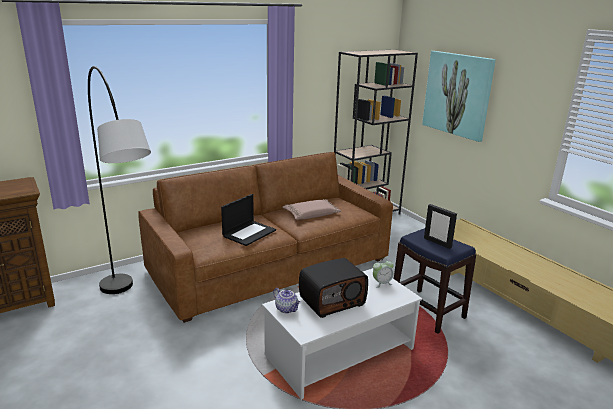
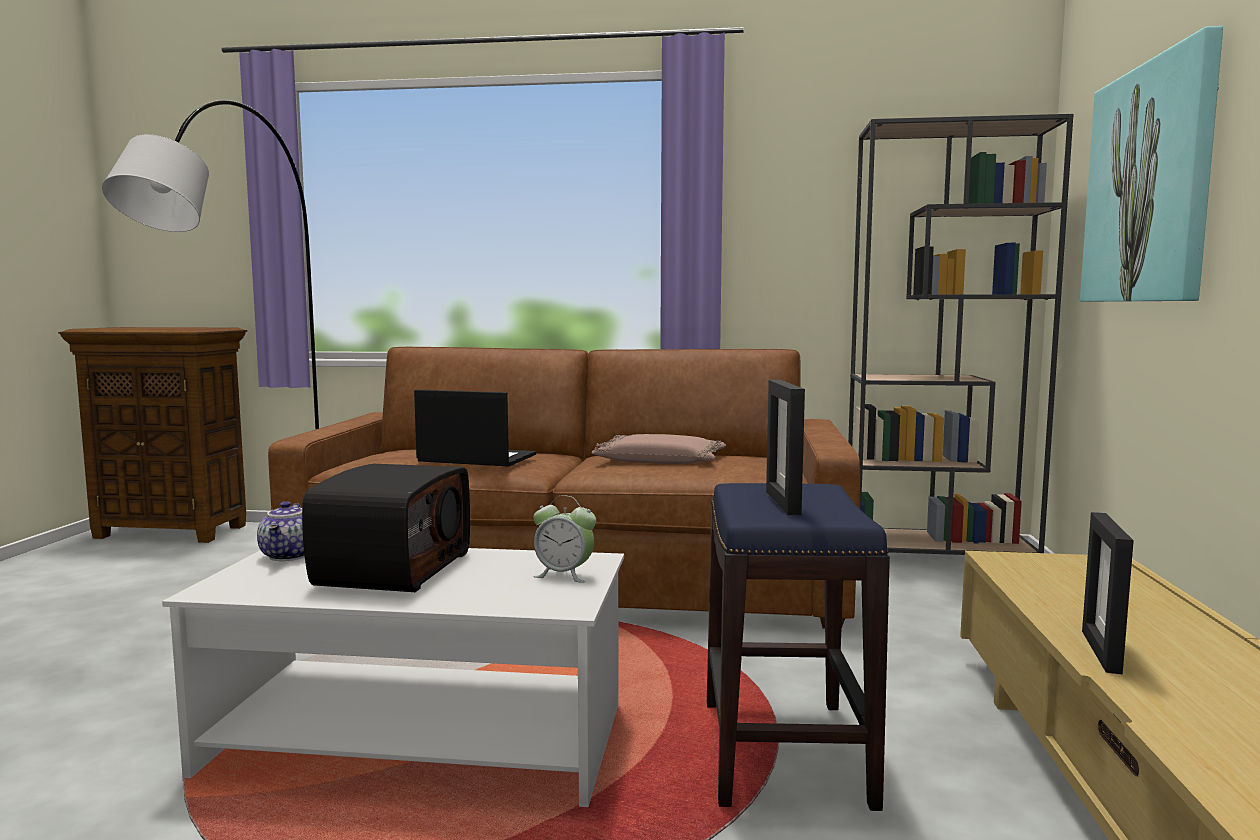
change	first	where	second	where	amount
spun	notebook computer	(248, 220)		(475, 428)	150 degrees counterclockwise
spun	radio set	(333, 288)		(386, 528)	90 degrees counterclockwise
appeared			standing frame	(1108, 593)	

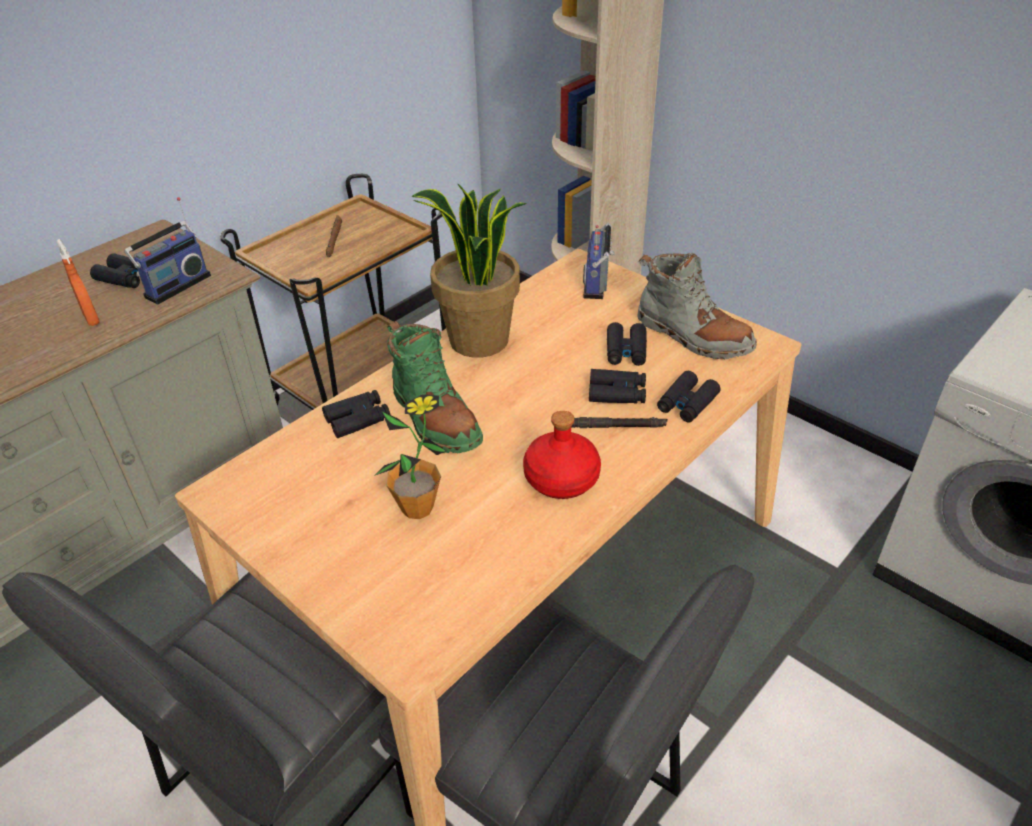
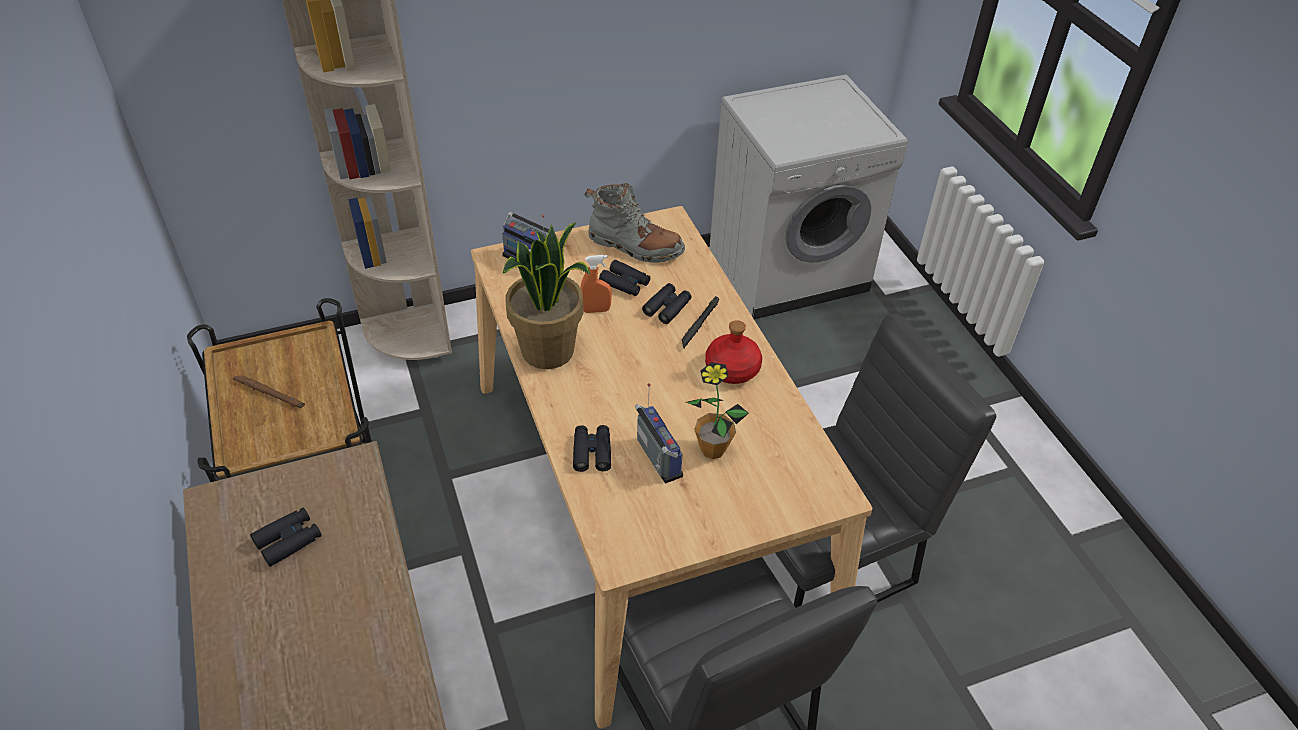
change	first	where	second	where	amount
relocated	radio set	(167, 251)		(659, 433)	
relocated	orangey spray bottle	(78, 282)		(596, 284)	
spun	gray high-top boot	(697, 305)		(634, 223)	45 degrees clockwise
missing	green-coloured high-top boot	(435, 387)			
missing	blackish binoculars	(688, 396)			

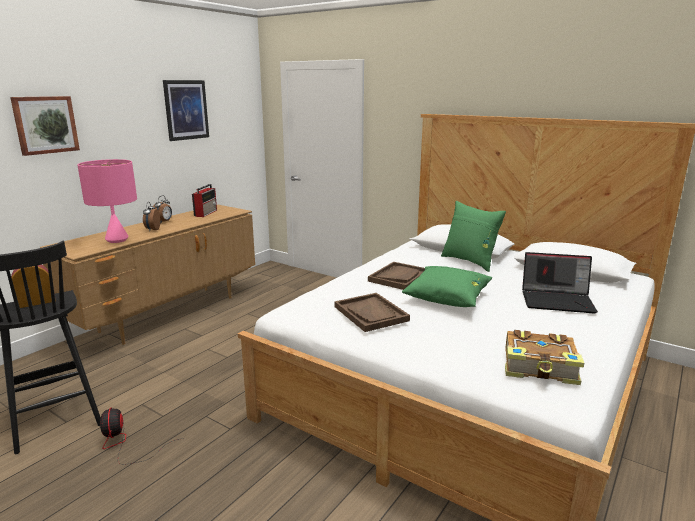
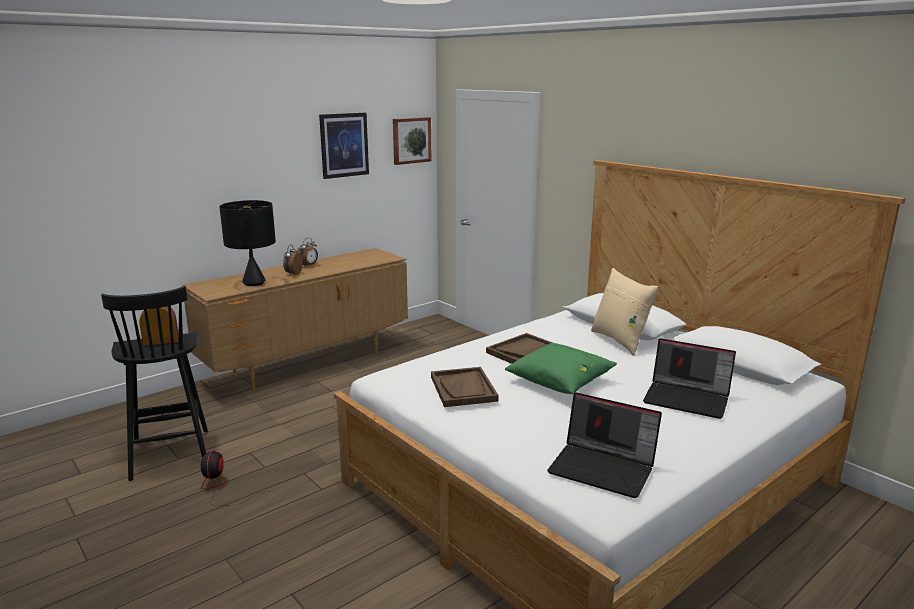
change	first	where	second	where	amount
relocated	wall picture	(45, 126)		(412, 141)	
colour	pink-coloured tabletop lamp	(107, 201)	blackish tabletop lamp	(247, 243)	
missing	radio set	(204, 200)			
colour	green-coloured cushion	(473, 236)	sand-coloured cushion	(625, 312)	
exchanged	bound book	(544, 357)	notebook computer	(604, 445)	

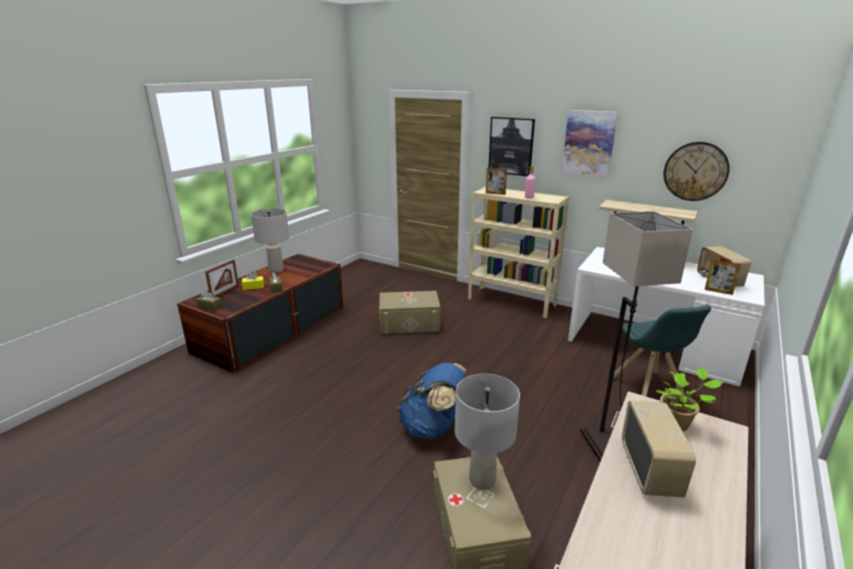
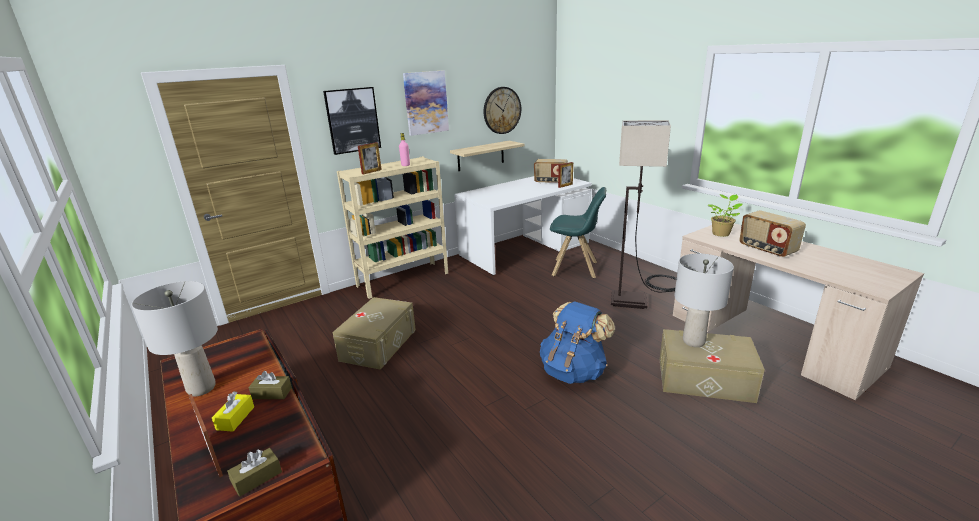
change	first	where	second	where	amount
spun	radio set	(659, 449)		(772, 233)	150 degrees counterclockwise

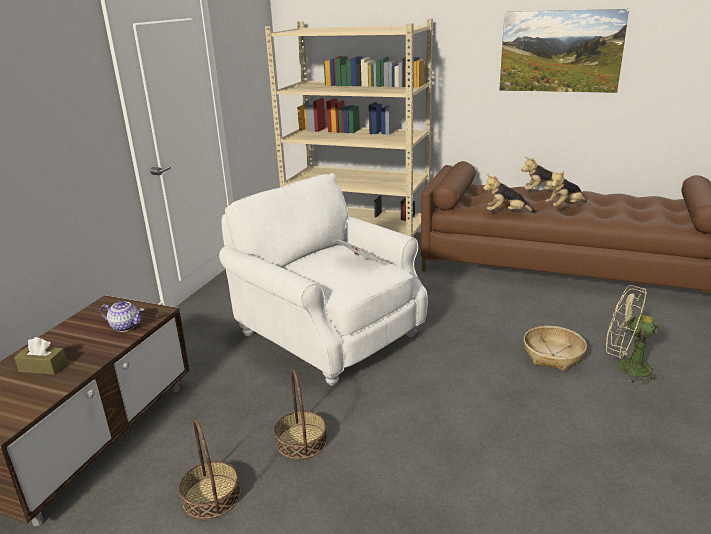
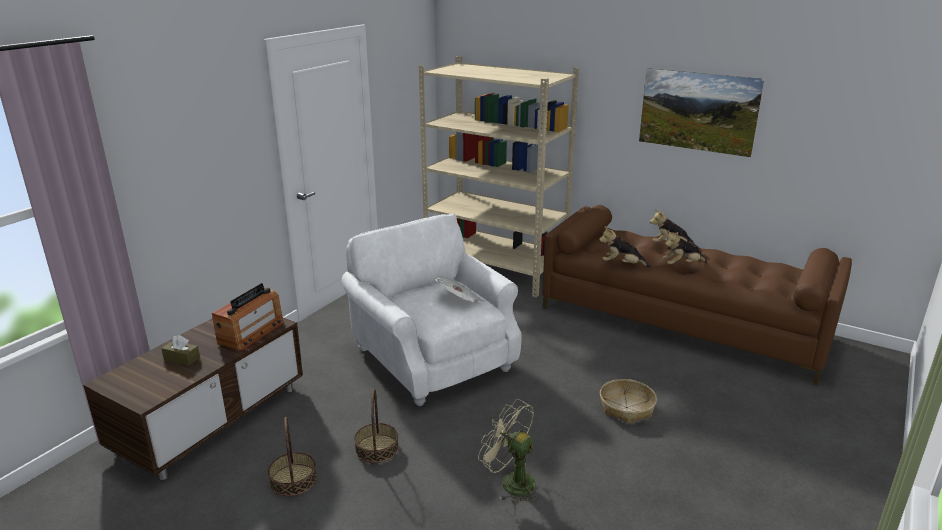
change	first	where	second	where	amount
relocated	sand-coloured cooling fan	(635, 334)		(508, 451)	
exchanged	tea pot	(122, 316)	radio set	(248, 317)	

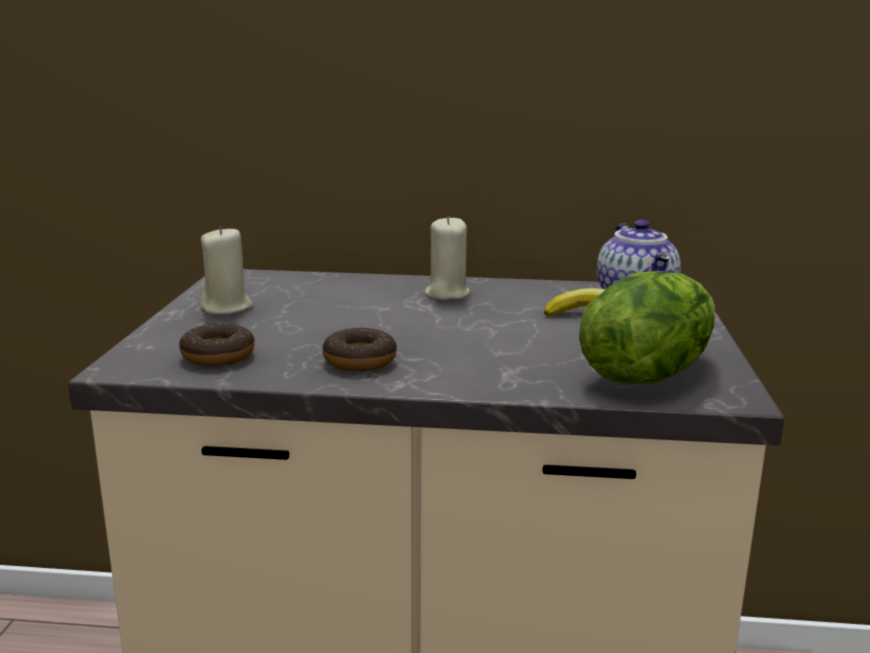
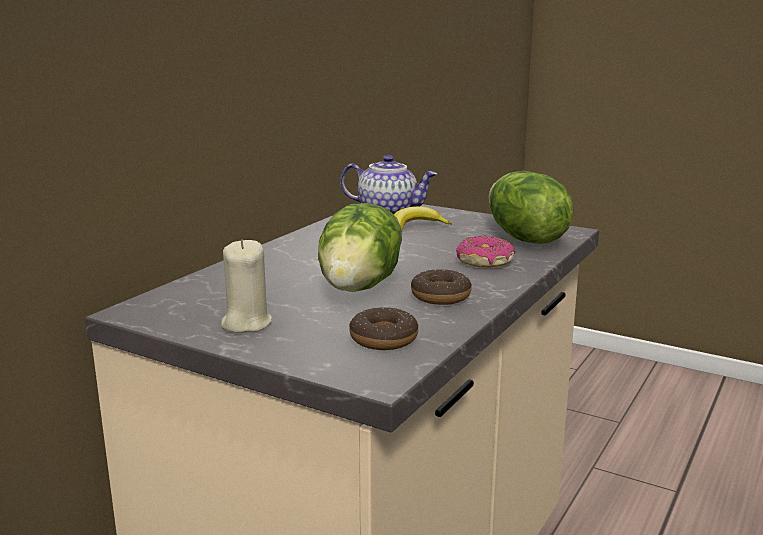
change	first	where	second	where	amount
missing	sand-coloured wax light	(447, 258)			
appeared			lettuce head	(360, 247)	
appeared			donut	(486, 252)	

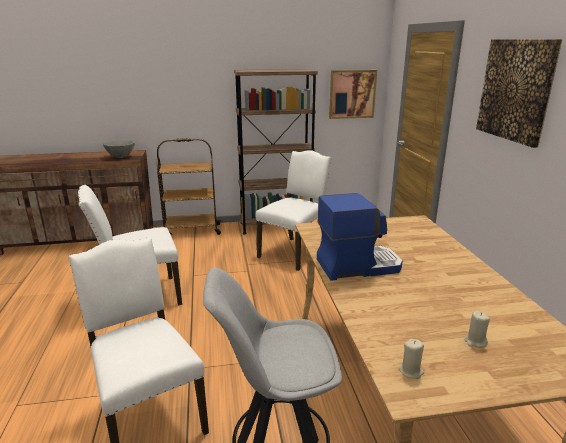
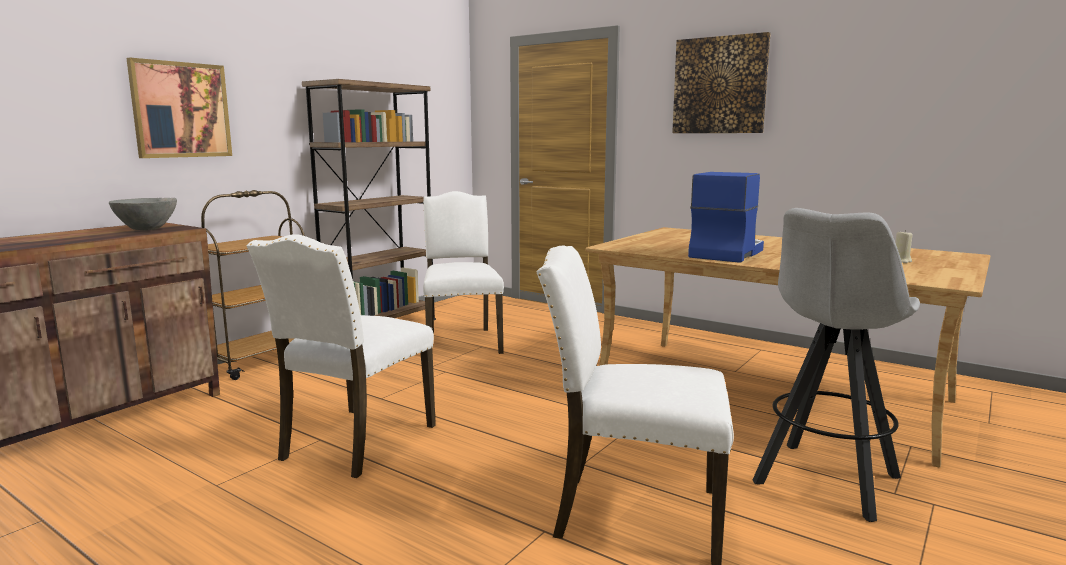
change	first	where	second	where	amount
relocated	wall picture	(353, 94)		(179, 108)	
missing	sand-coloured wax light	(411, 359)			

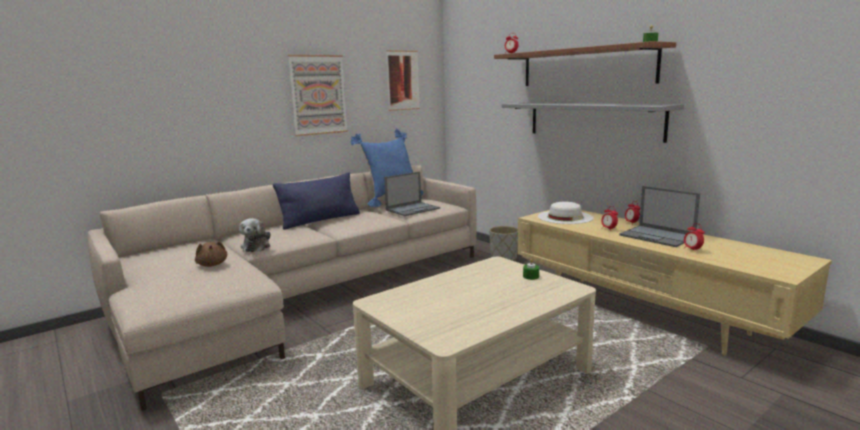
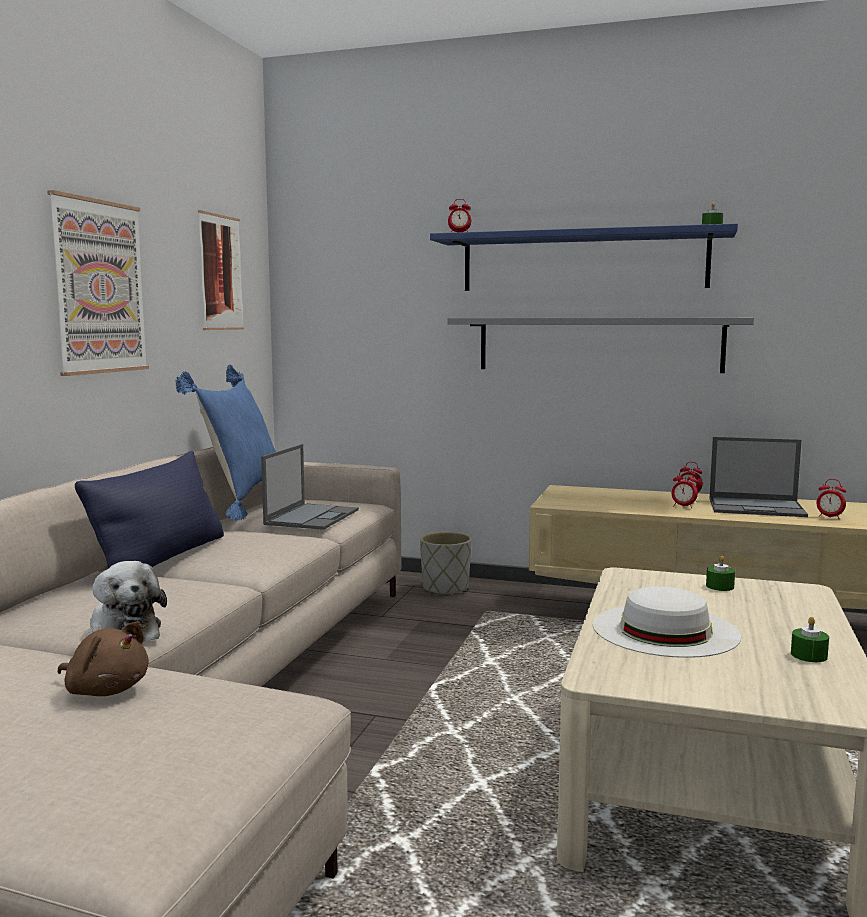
change	first	where	second	where	amount
colour	brown-coloured shelf	(585, 63)	bluish shelf	(584, 257)	
relocated	white wearable hat	(566, 212)		(667, 622)	
appeared			green-coloured wax light	(810, 639)	

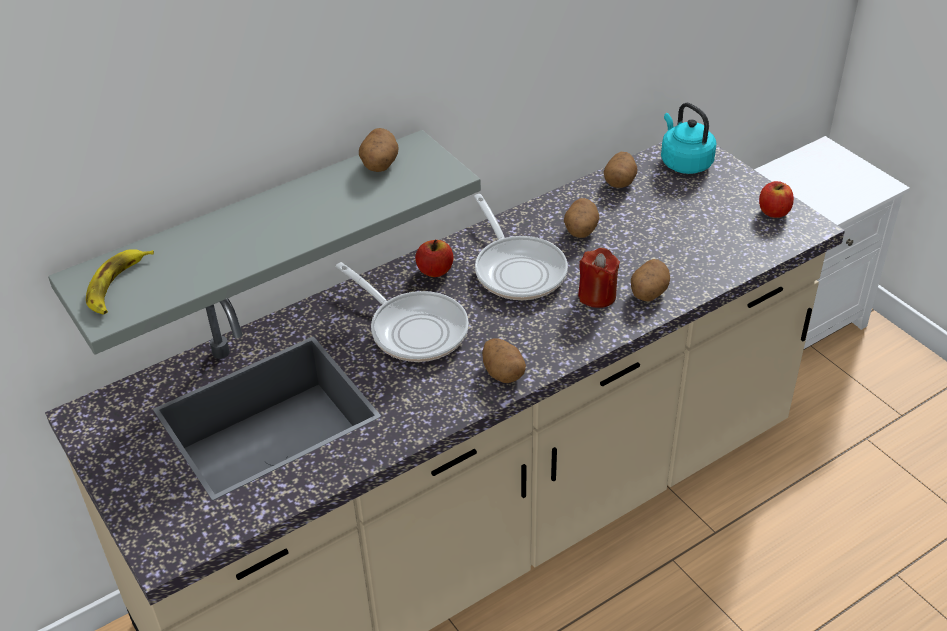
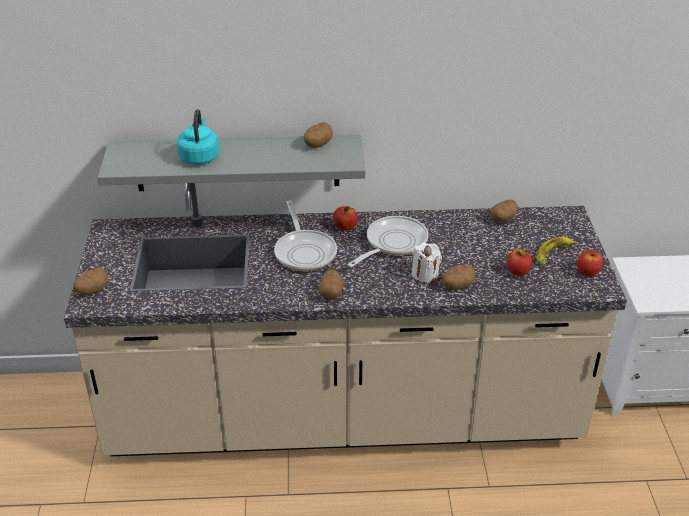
change	first	where	second	where	amount
relocated	turquoise kettle	(688, 138)		(198, 137)	
spun	skillet	(521, 247)		(388, 241)	150 degrees counterclockwise
relocated	spud	(581, 218)		(90, 281)	
colour	red-coloured wax light	(599, 278)	white wax light	(427, 263)	
relocated	banana	(120, 282)		(557, 251)	
appeared			whole apple	(519, 262)	

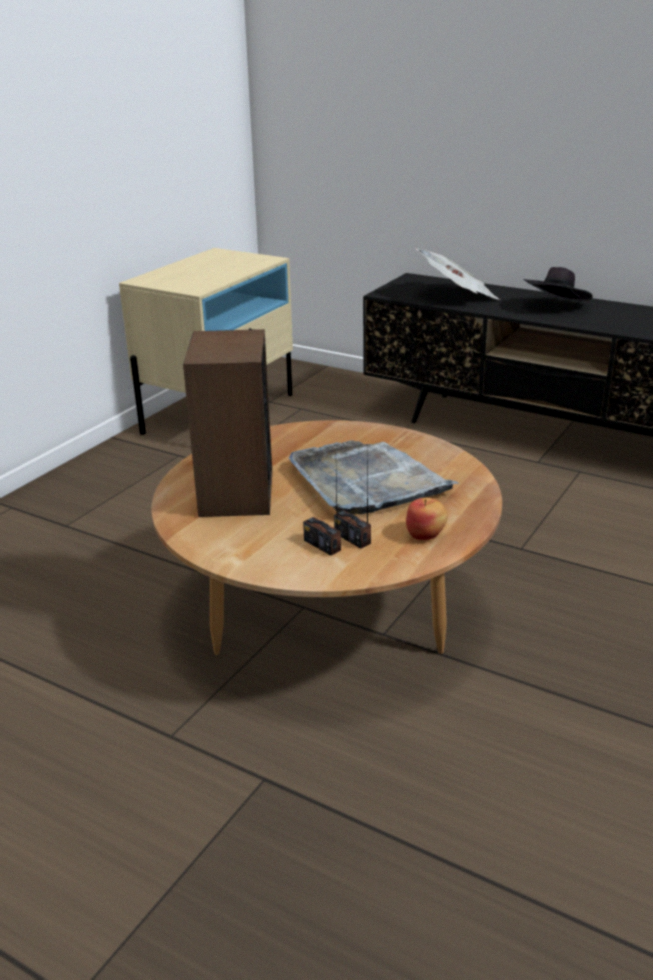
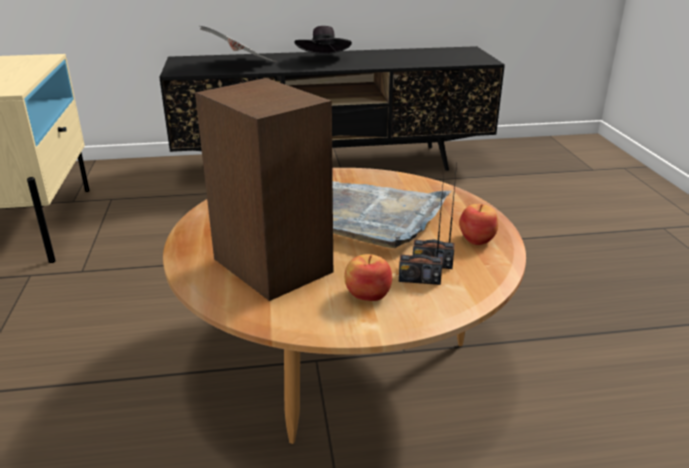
change	first	where	second	where	amount
appeared			whole apple	(368, 277)	

